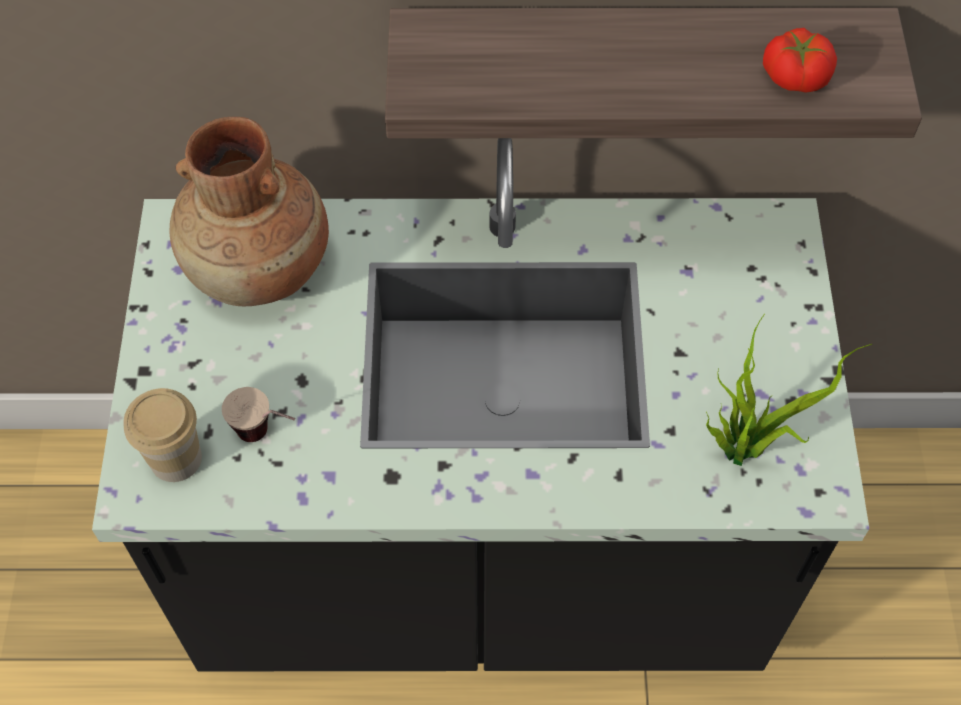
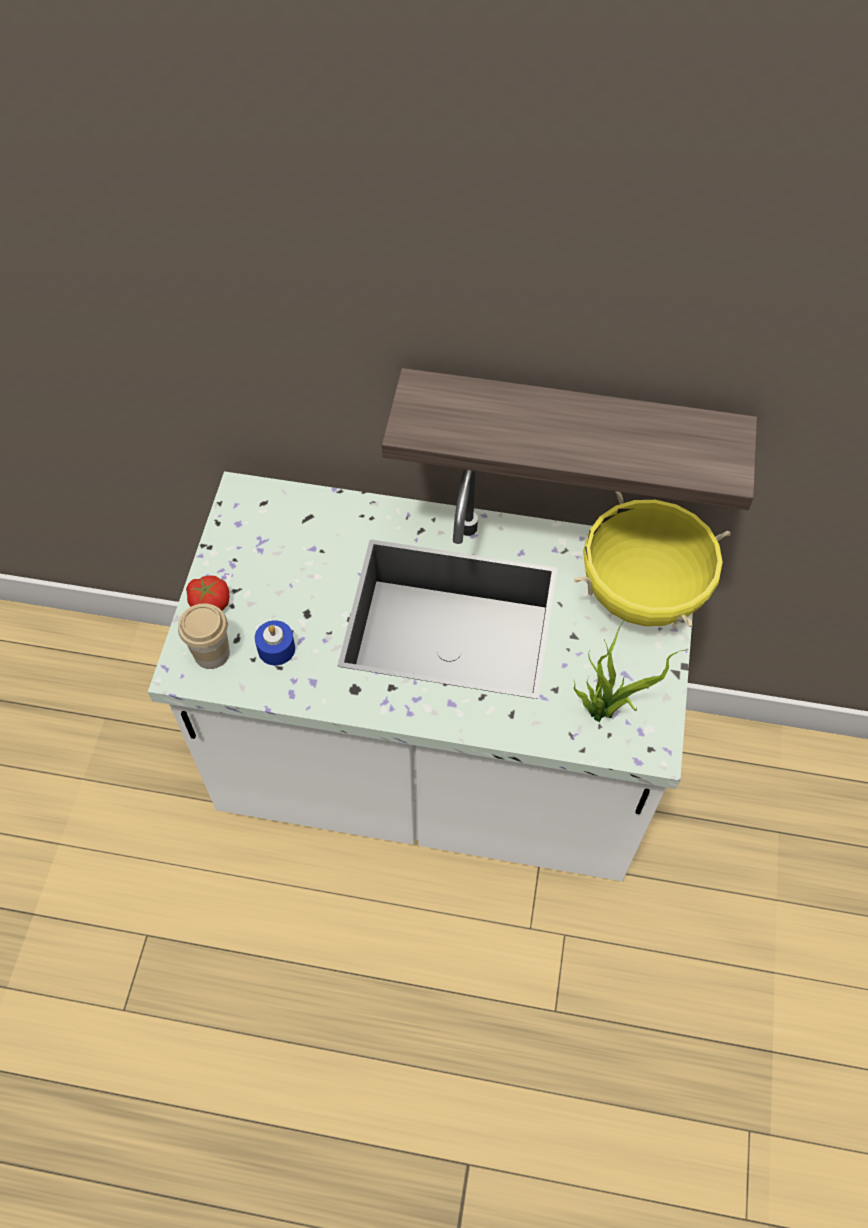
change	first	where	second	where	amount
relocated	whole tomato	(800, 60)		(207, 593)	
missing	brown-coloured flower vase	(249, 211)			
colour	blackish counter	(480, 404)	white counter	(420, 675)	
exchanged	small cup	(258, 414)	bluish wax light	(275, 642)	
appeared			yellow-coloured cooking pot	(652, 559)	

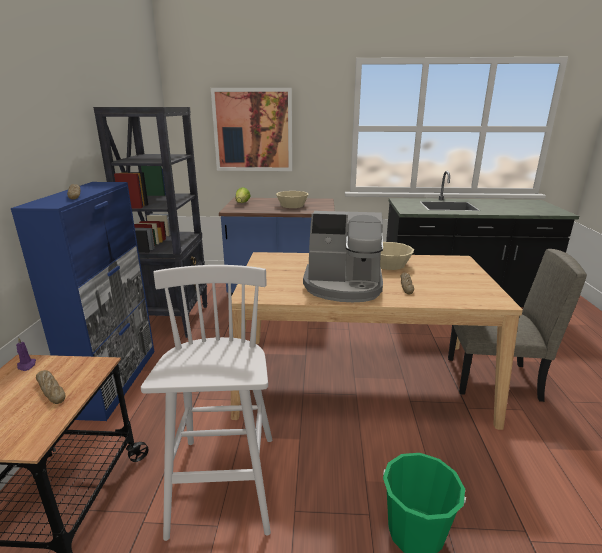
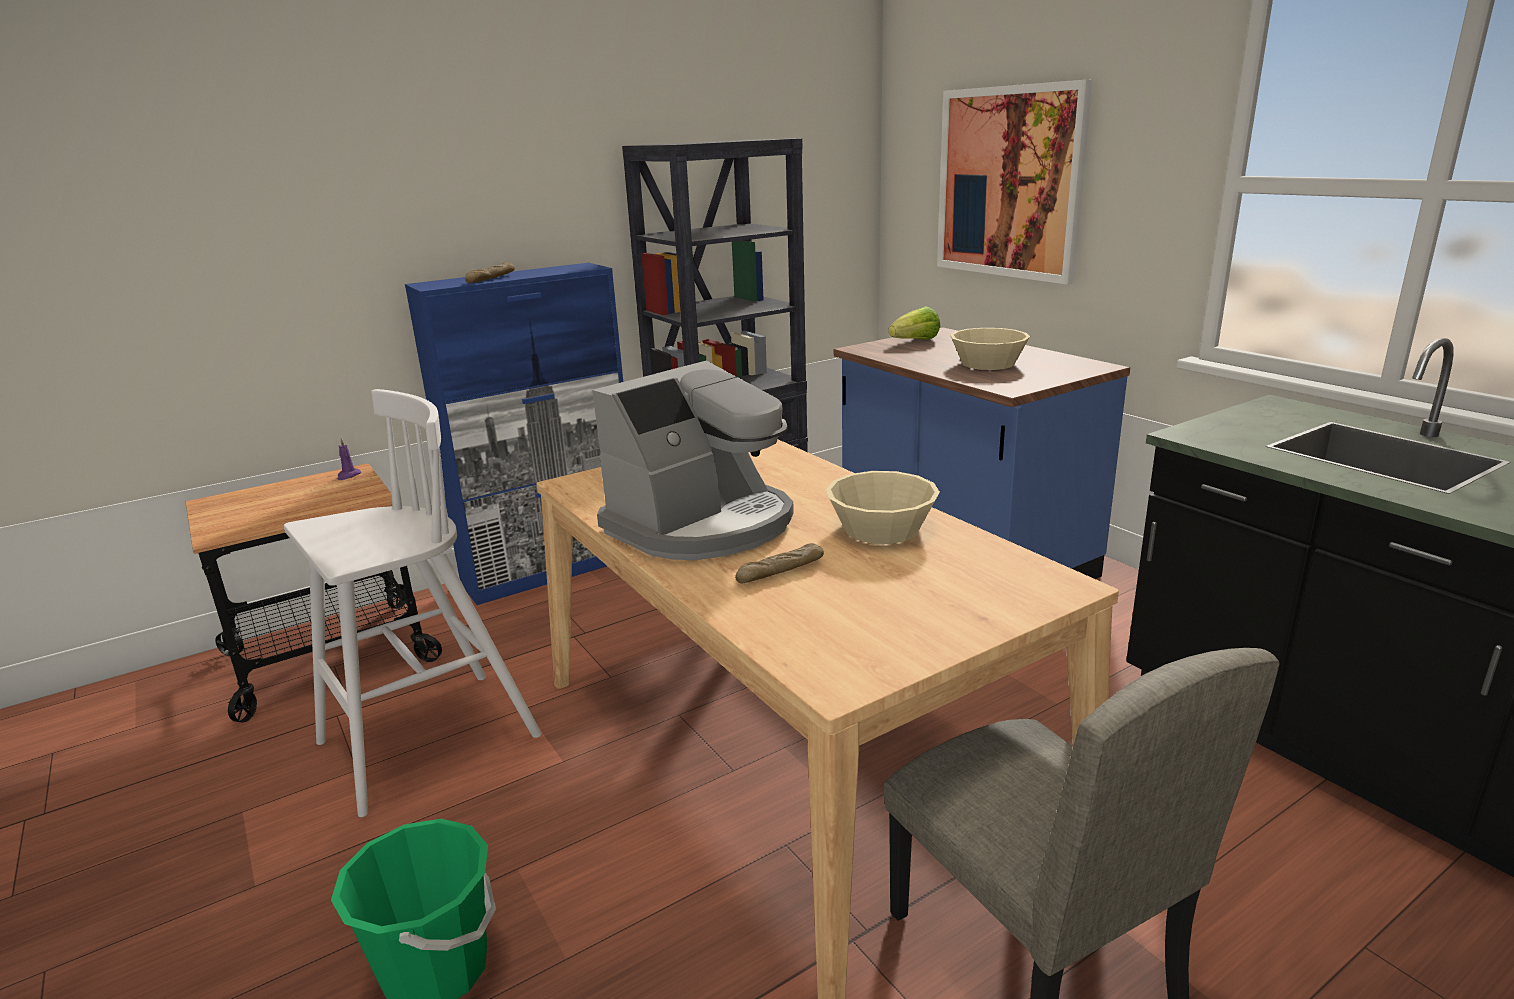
change	first	where	second	where	amount
spun	coffee machine	(343, 256)		(693, 460)	105 degrees counterclockwise
missing	baked bread	(50, 387)			

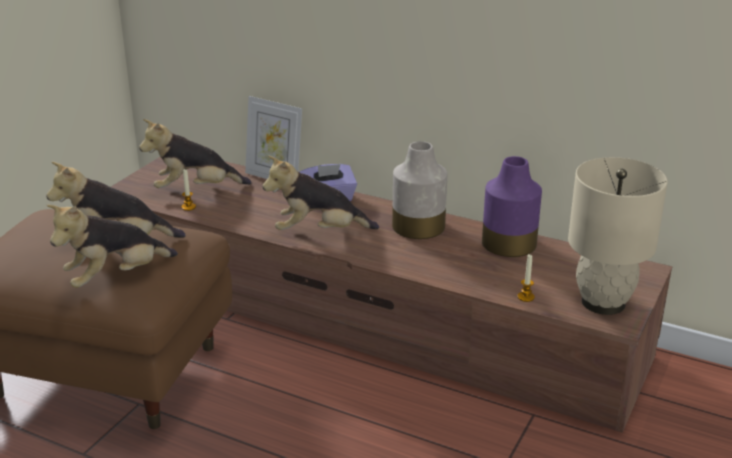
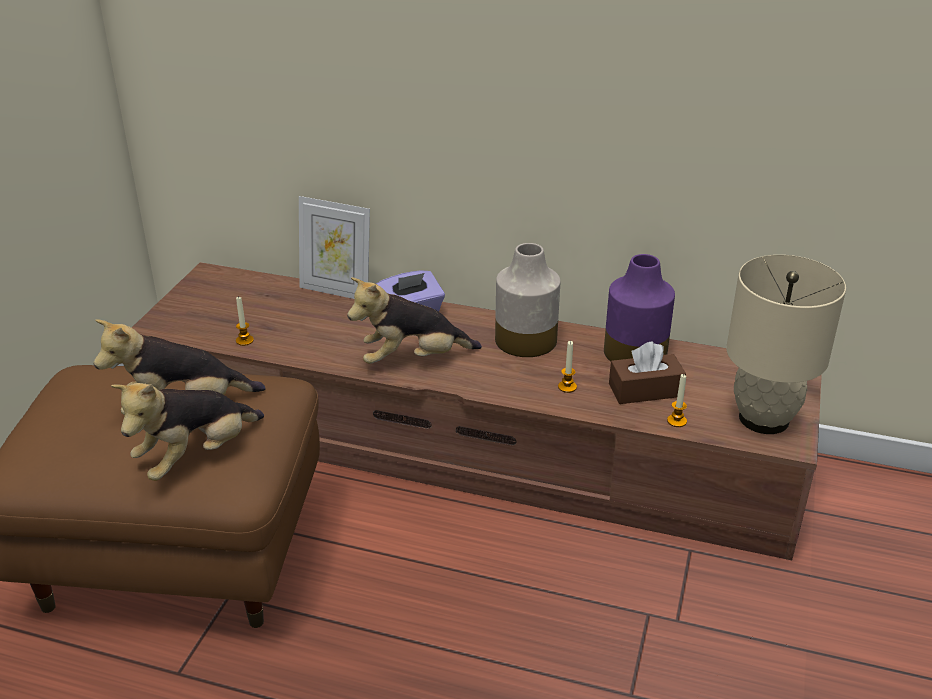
change	first	where	second	where	amount
missing	plush toy	(195, 153)			
appeared			wax light	(567, 367)	
appeared			brown-coloured box of tissues	(647, 372)	

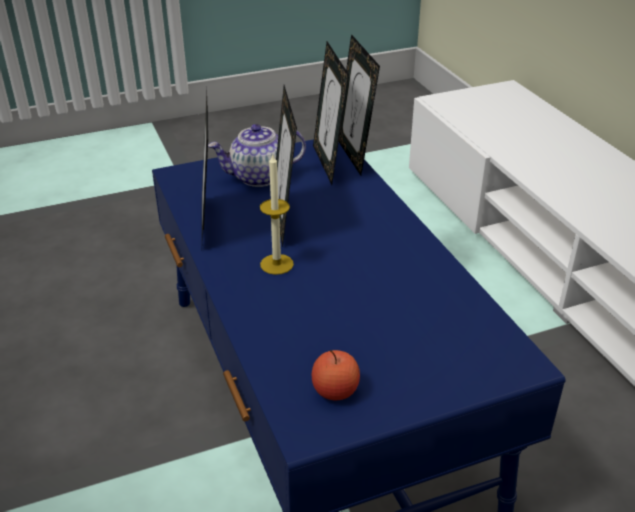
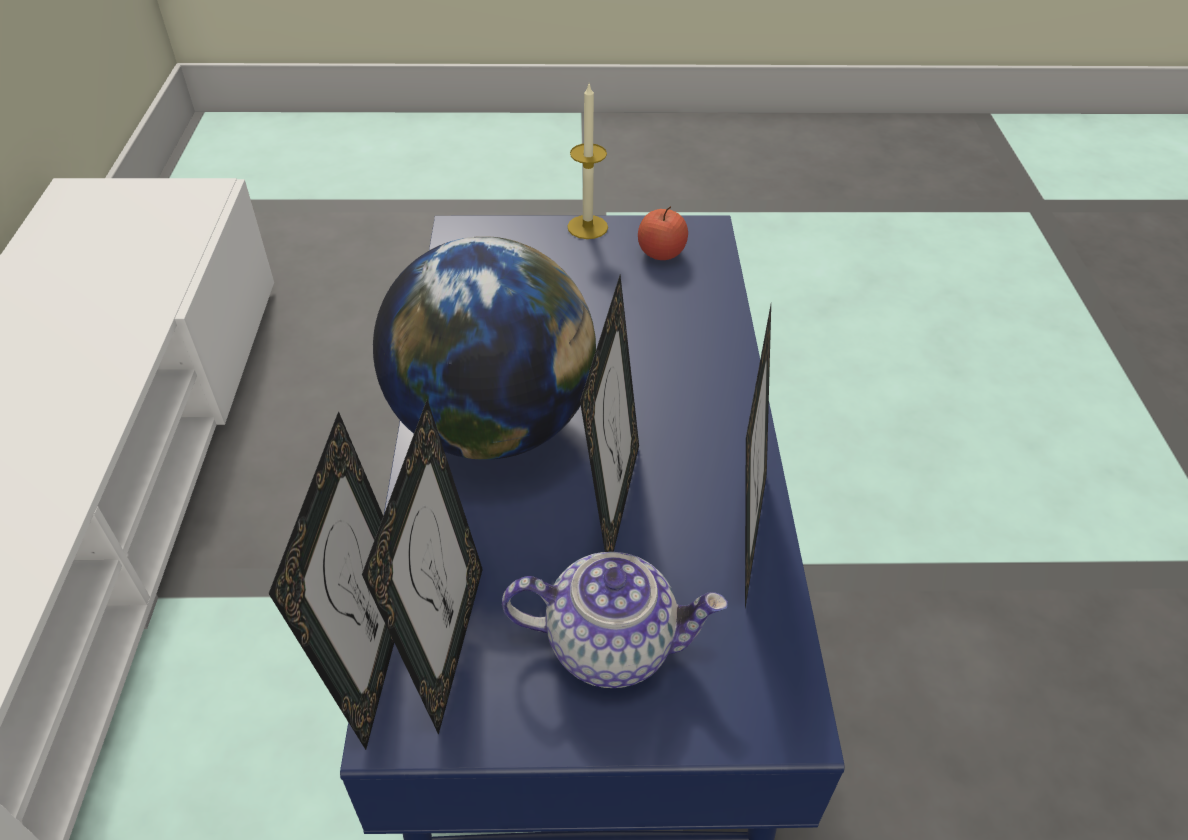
change	first	where	second	where	amount
relocated	wax light	(277, 214)		(587, 161)	
appeared			world globe	(484, 348)	

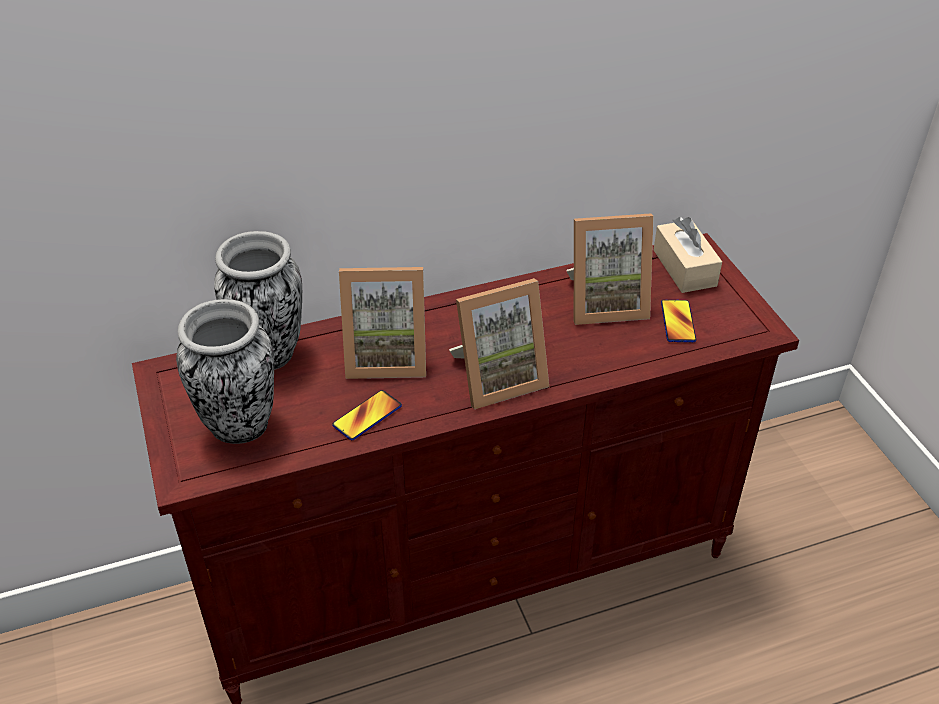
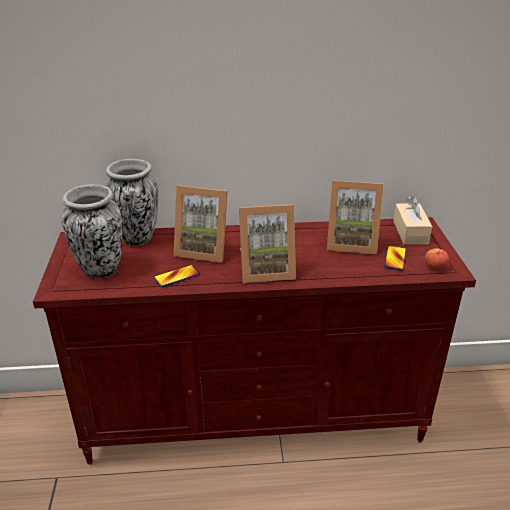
change	first	where	second	where	amount
appeared			whole apple	(437, 259)	

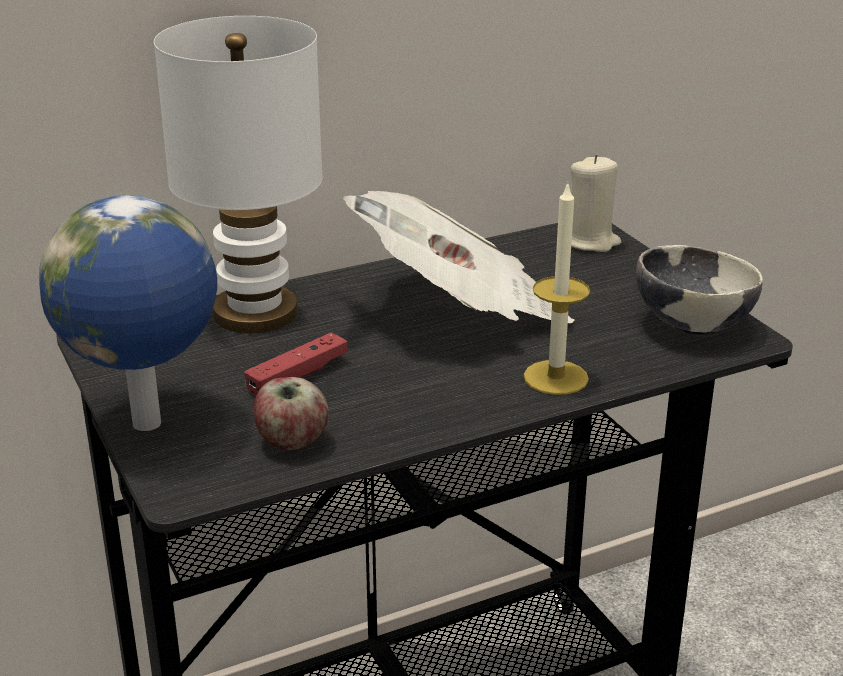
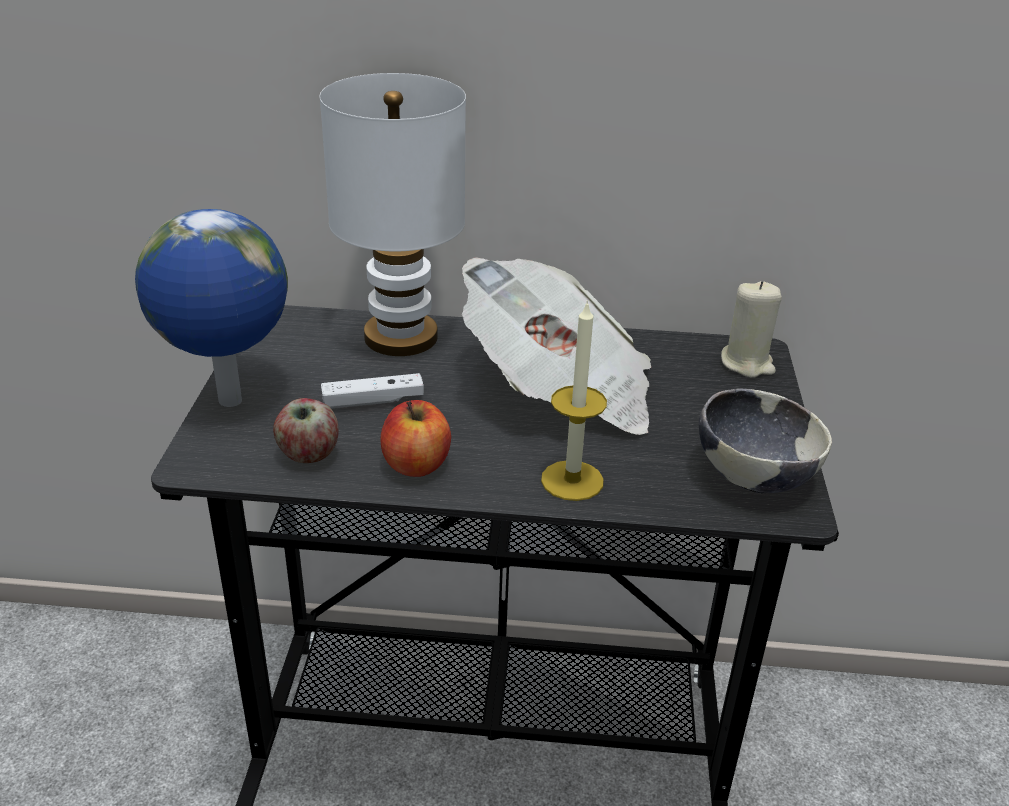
change	first	where	second	where	amount
colour	red-coloured joypad	(296, 364)	white joypad	(372, 391)	
appeared			whole apple	(415, 438)	

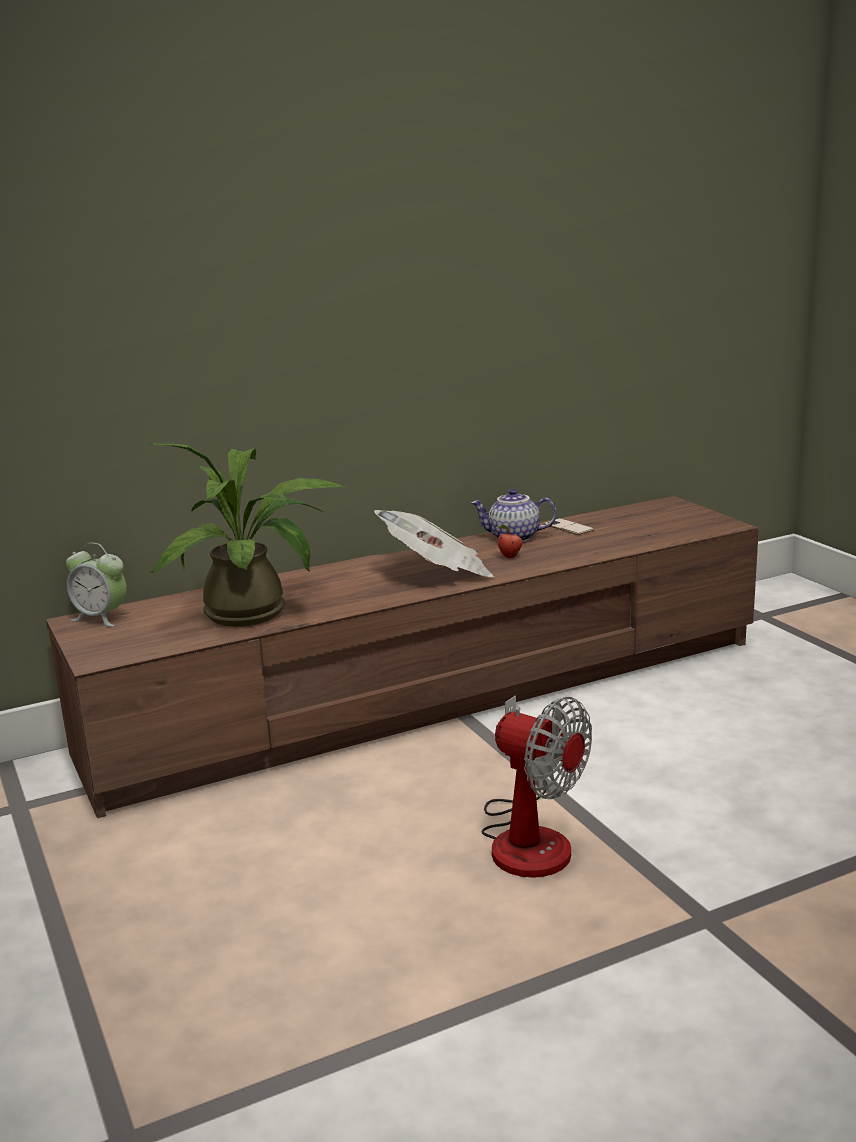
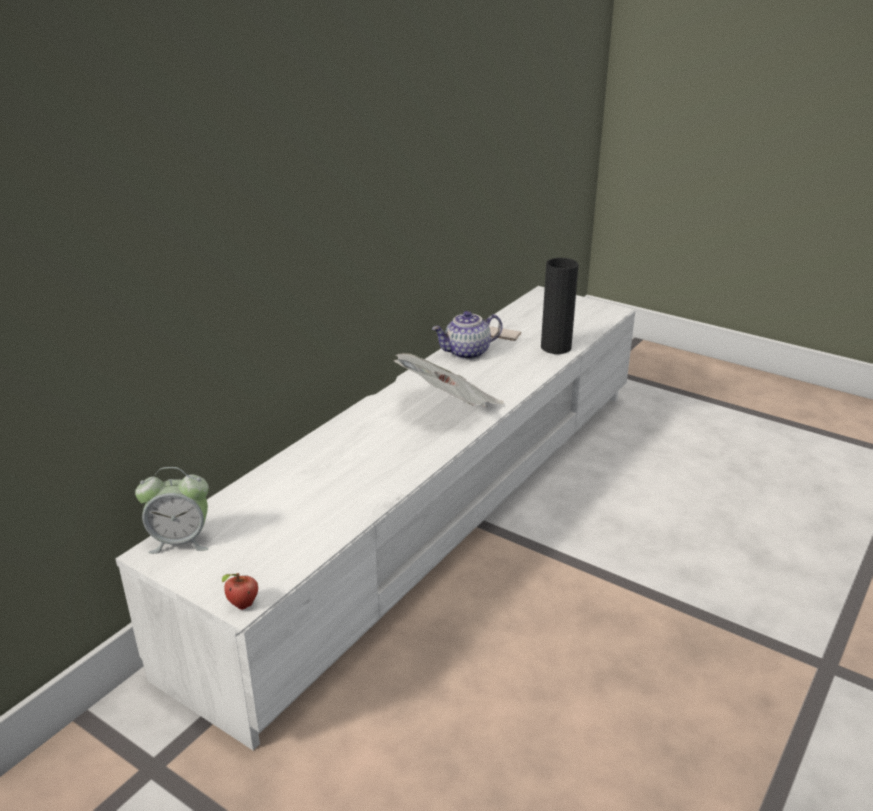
change	first	where	second	where	amount
missing	potted plant	(248, 535)			
colour	brown-coloured tv stand	(402, 657)	white tv stand	(375, 518)	
relocated	whole apple	(509, 541)		(240, 591)	
missing	cooling fan	(537, 786)			
appeared			blackish flower vase	(559, 306)	

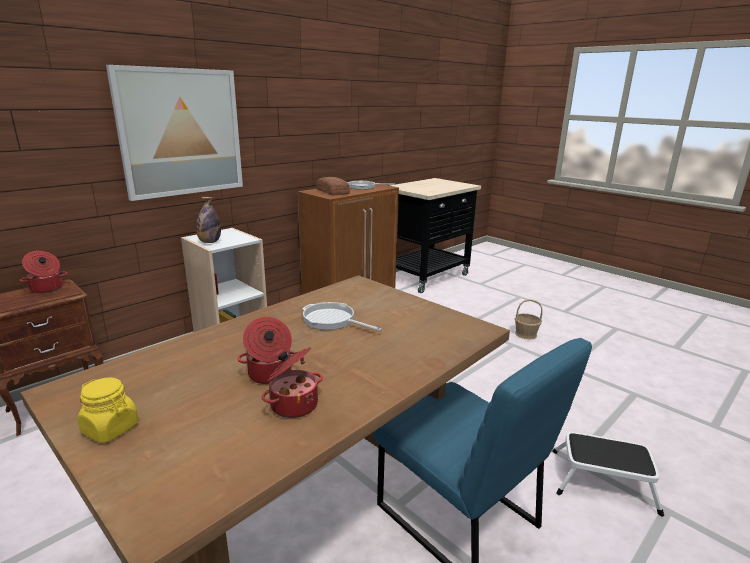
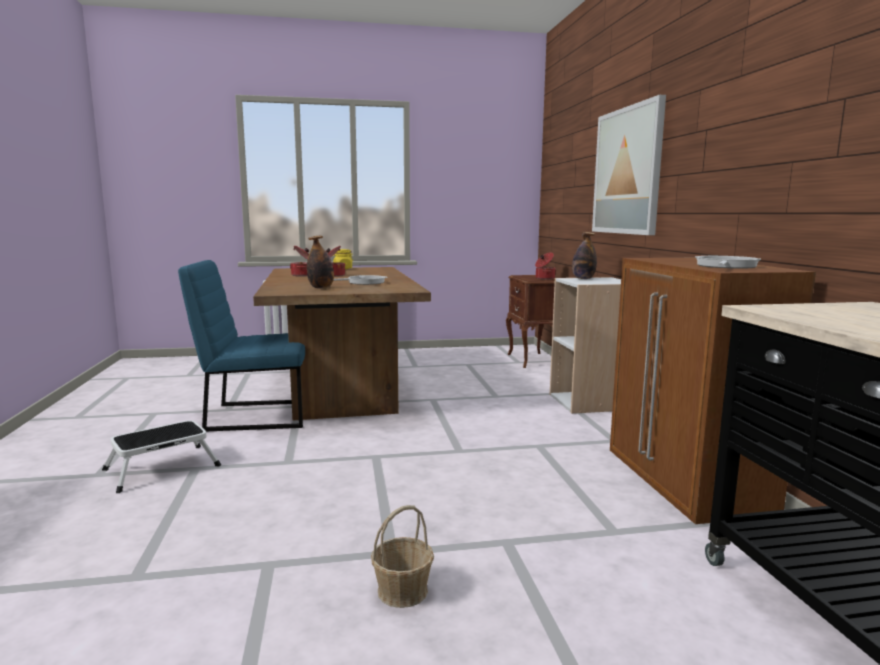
change	first	where	second	where	amount
missing	baked bread	(333, 186)			
appeared			beverage bottle	(320, 262)	

